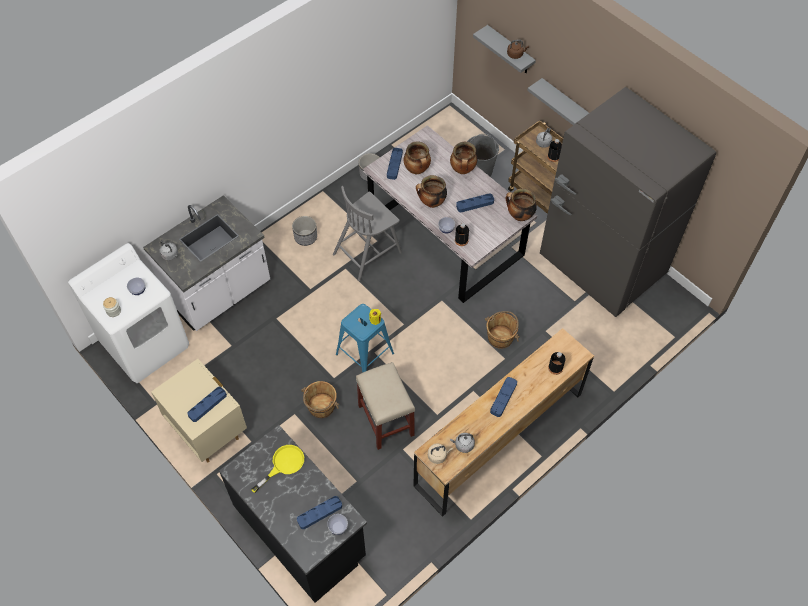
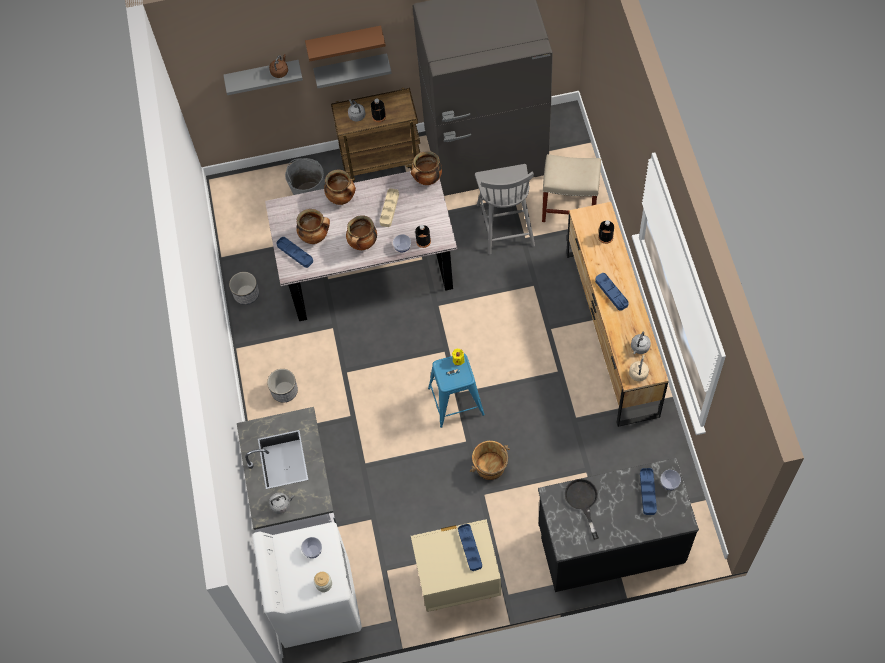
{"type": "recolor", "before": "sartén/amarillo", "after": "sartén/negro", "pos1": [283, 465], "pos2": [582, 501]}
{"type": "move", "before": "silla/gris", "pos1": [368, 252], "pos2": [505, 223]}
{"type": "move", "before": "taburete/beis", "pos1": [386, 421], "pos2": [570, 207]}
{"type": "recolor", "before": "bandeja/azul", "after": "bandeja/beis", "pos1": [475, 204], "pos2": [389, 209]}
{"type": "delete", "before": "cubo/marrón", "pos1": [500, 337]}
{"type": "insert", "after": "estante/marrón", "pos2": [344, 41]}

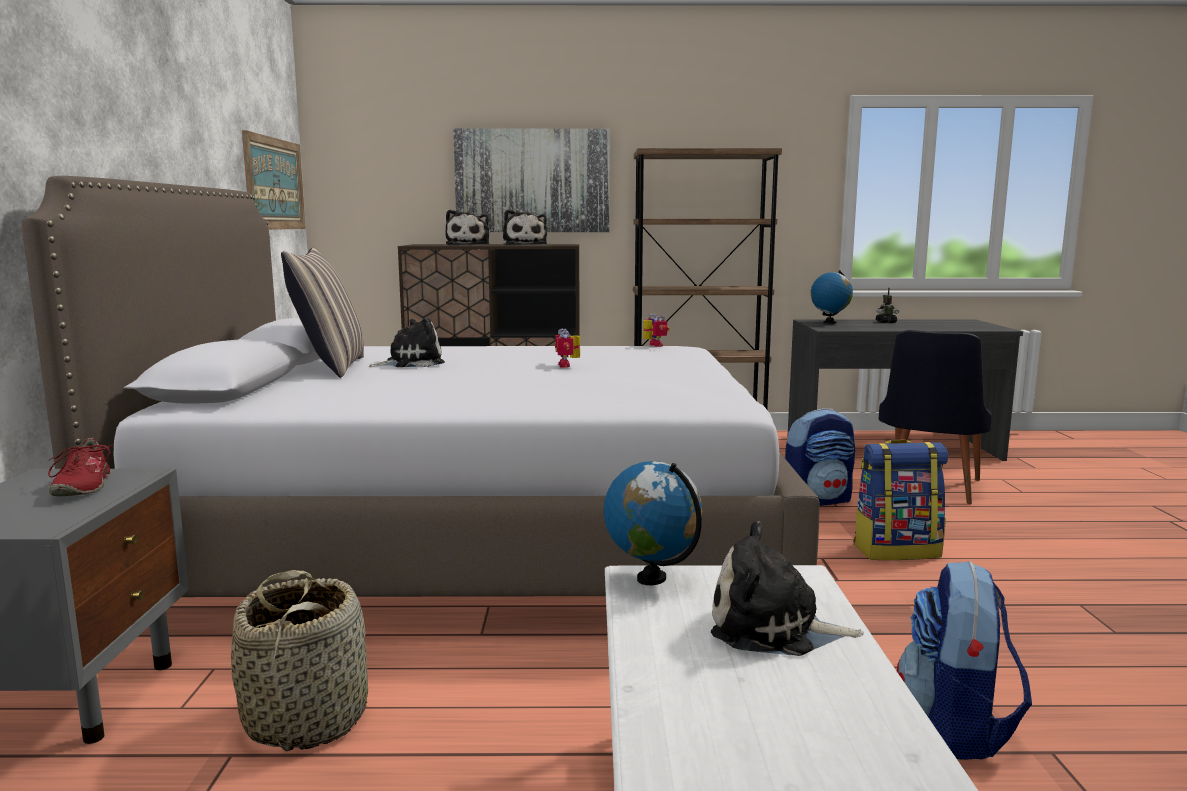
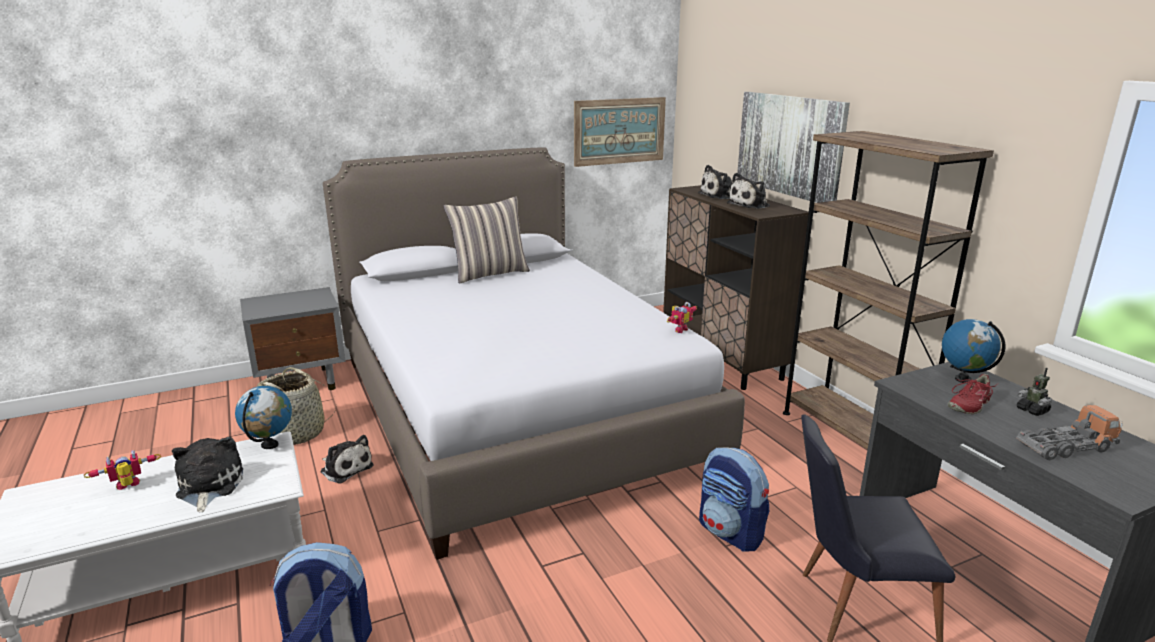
{"type": "move", "before": "zapato/rojo", "pos1": [82, 487], "pos2": [968, 405]}
{"type": "move", "before": "peluche", "pos1": [411, 363], "pos2": [345, 468]}
{"type": "move", "before": "robot de juguete", "pos1": [568, 365], "pos2": [128, 487]}
{"type": "delete", "before": "mochila", "pos1": [896, 550]}
{"type": "insert", "after": "camión de juguete", "pos2": [1065, 447]}

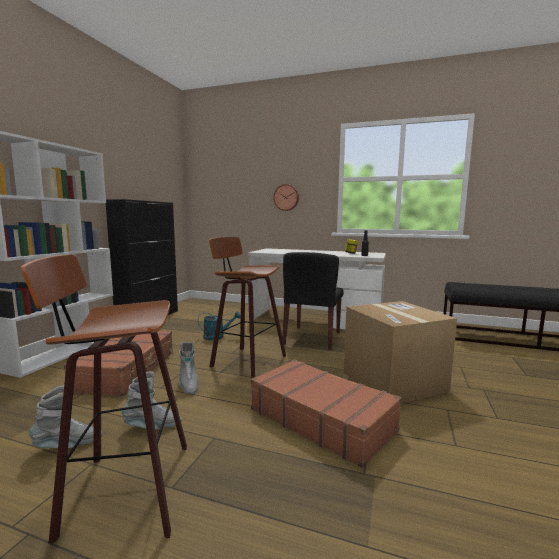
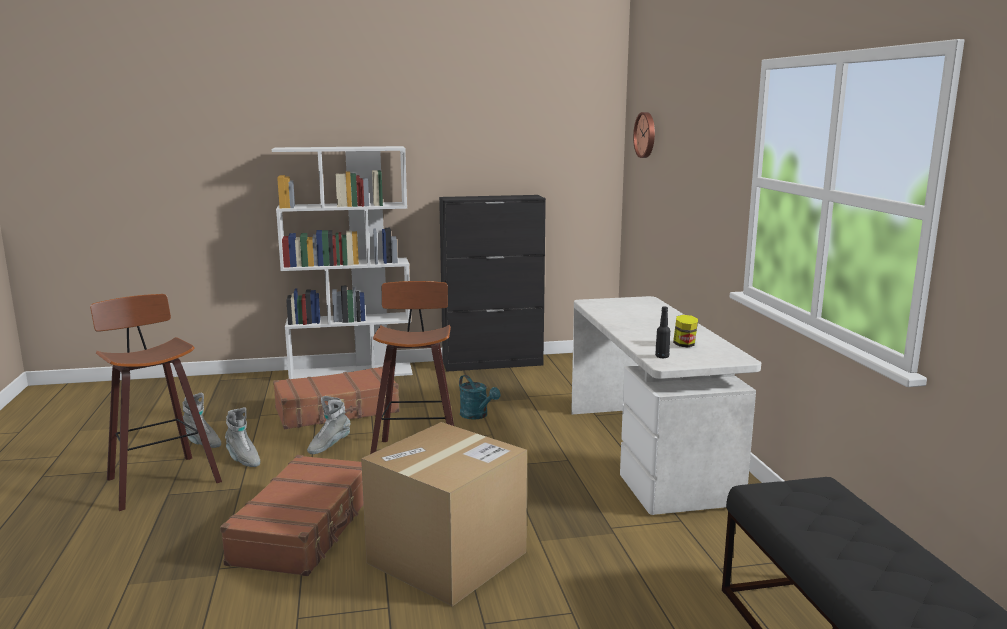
{"type": "move", "before": "reloj de pared", "pos1": [286, 197], "pos2": [646, 135]}
{"type": "delete", "before": "silla/negro", "pos1": [312, 338]}

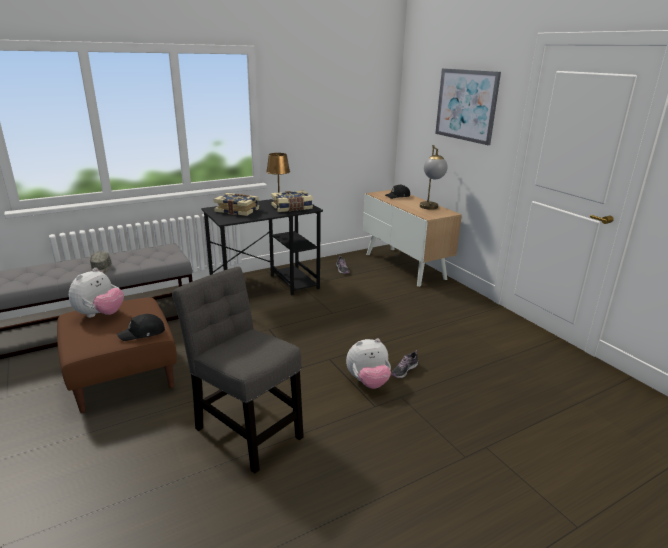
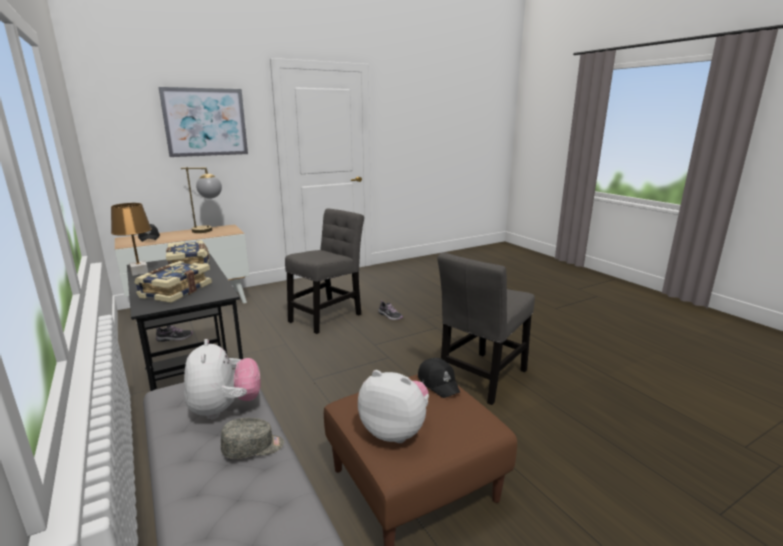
{"type": "move", "before": "peluche", "pos1": [368, 382], "pos2": [225, 409]}
{"type": "insert", "after": "silla/gris", "pos2": [328, 316]}

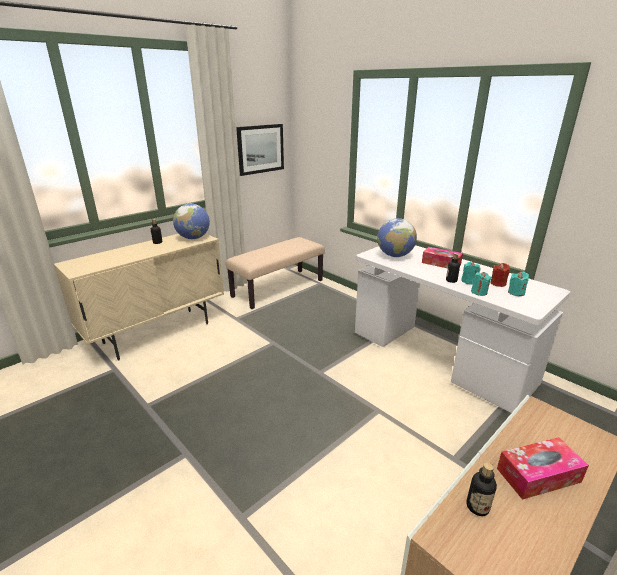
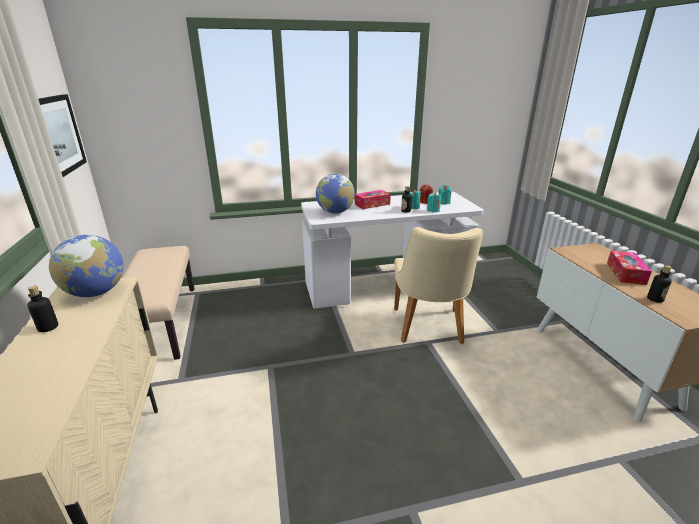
{"type": "insert", "after": "silla/beis", "pos2": [429, 329]}

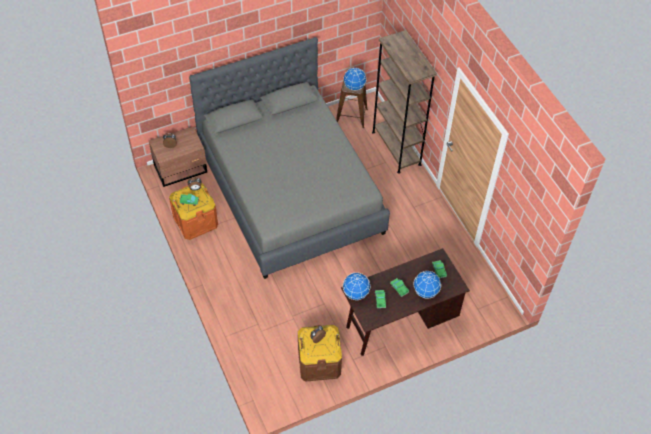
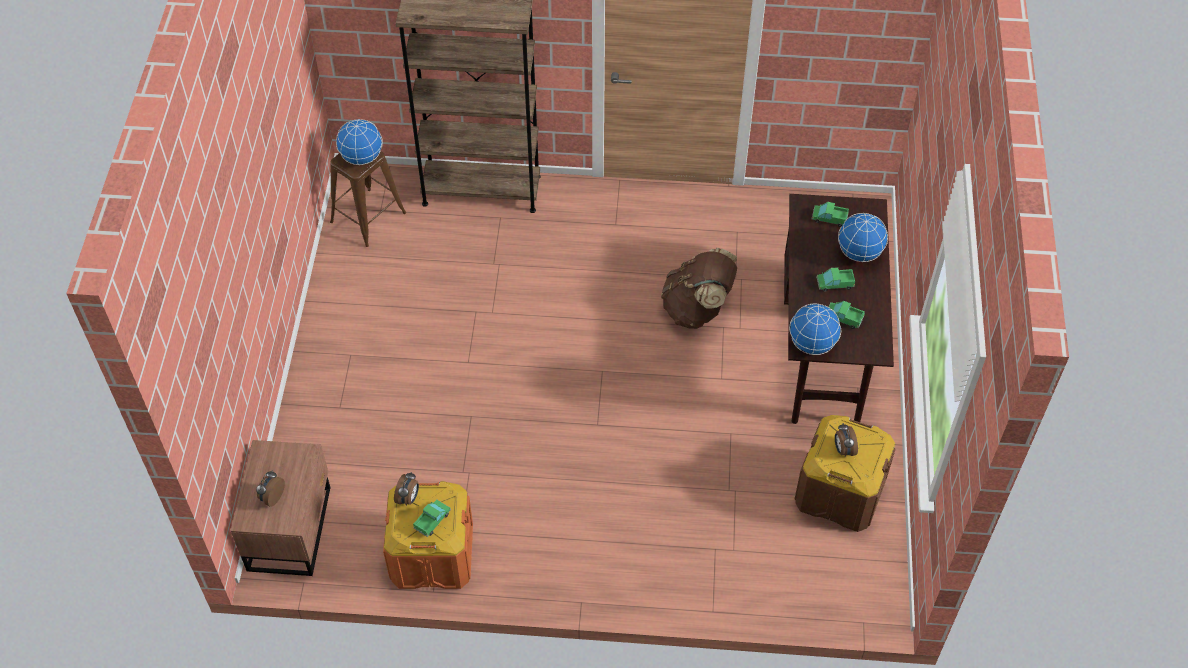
{"type": "delete", "before": "cama/gris", "pos1": [290, 190]}
{"type": "insert", "after": "mochila/marrón", "pos2": [697, 309]}

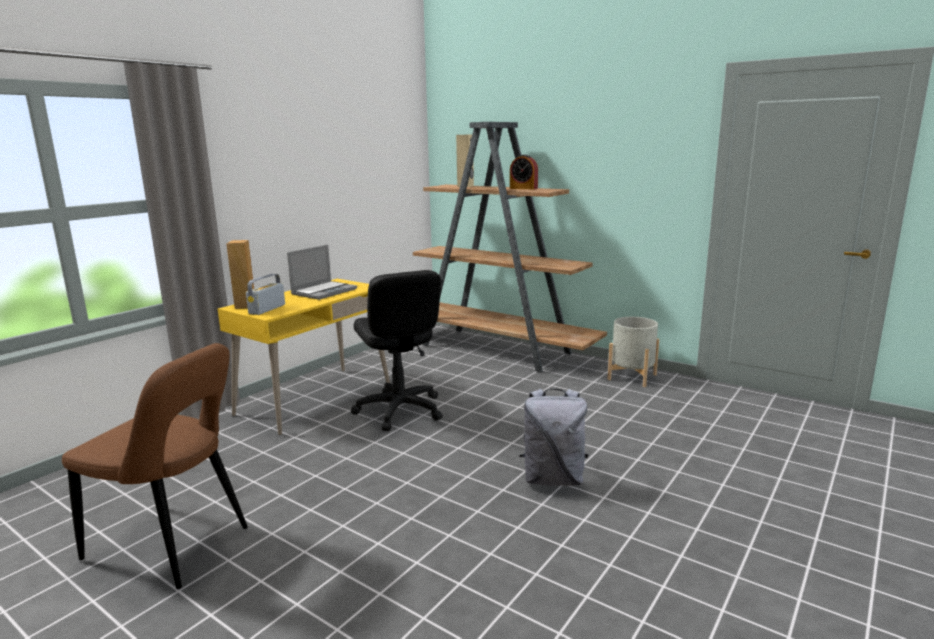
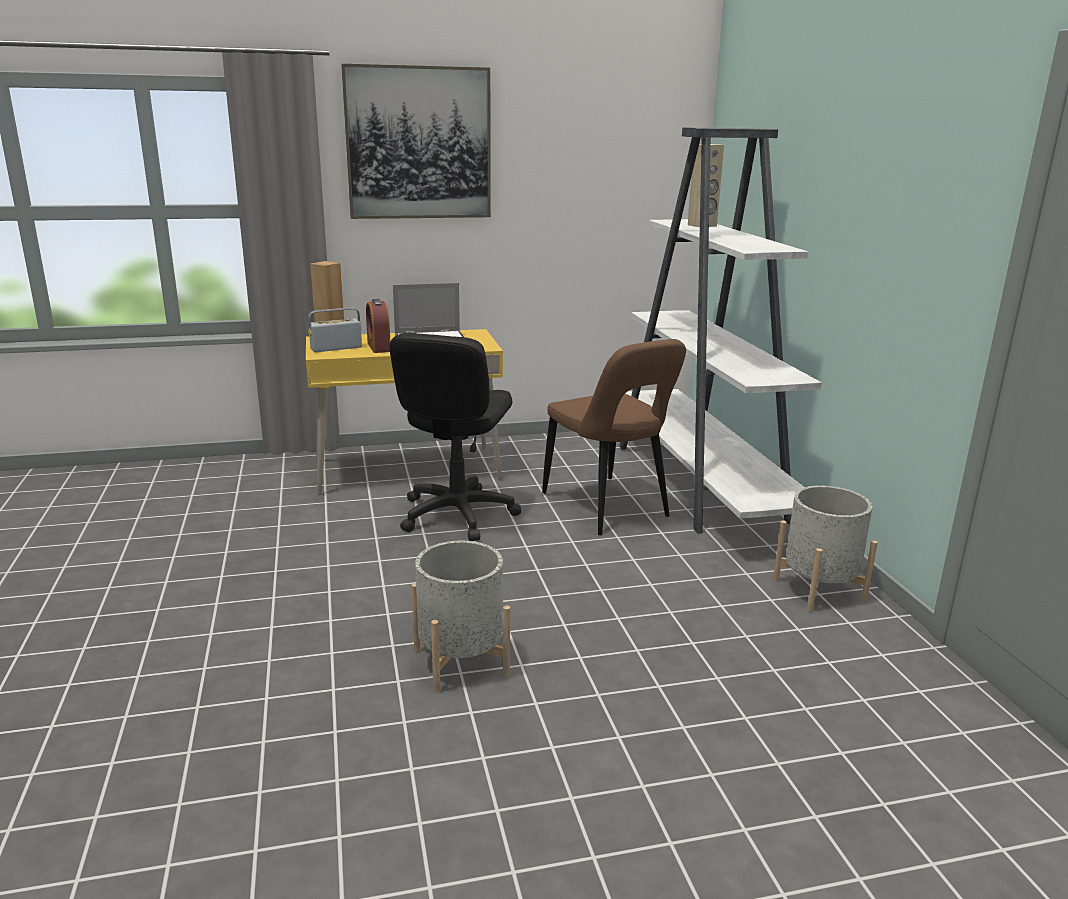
{"type": "move", "before": "silla/marrón", "pos1": [173, 545], "pos2": [608, 508]}
{"type": "recolor", "before": "estantería/marrón", "after": "estantería/blanco", "pos1": [497, 350], "pos2": [700, 483]}
{"type": "move", "before": "despertador", "pos1": [523, 188], "pos2": [379, 347]}
{"type": "replace", "before": "mochila/gris", "after": "maceta/gris", "pos1": [553, 478], "pos2": [461, 662]}
{"type": "insert", "after": "cuadro", "pos2": [418, 143]}

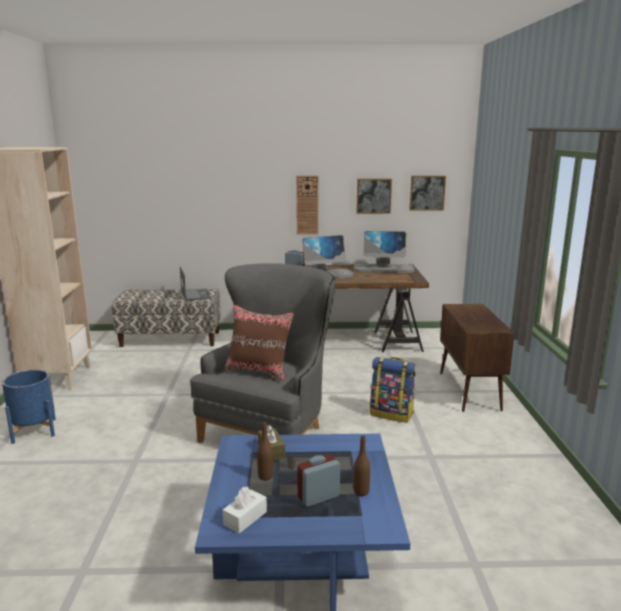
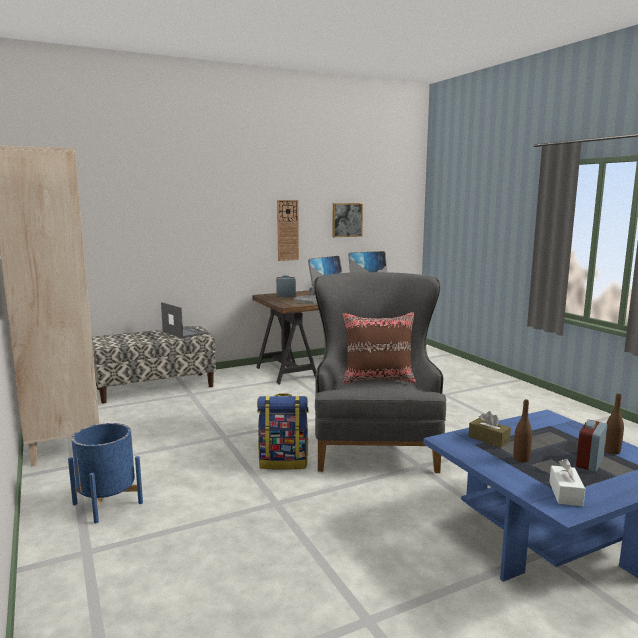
{"type": "move", "before": "mochila", "pos1": [392, 414], "pos2": [284, 462]}
{"type": "delete", "before": "cuadro", "pos1": [427, 193]}
{"type": "delete", "before": "armario/marrón", "pos1": [469, 391]}

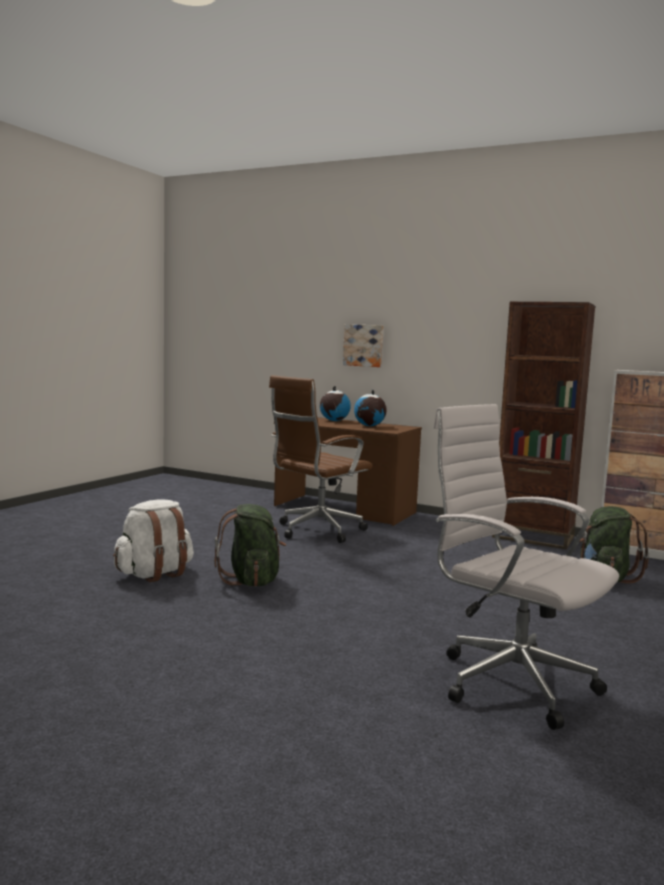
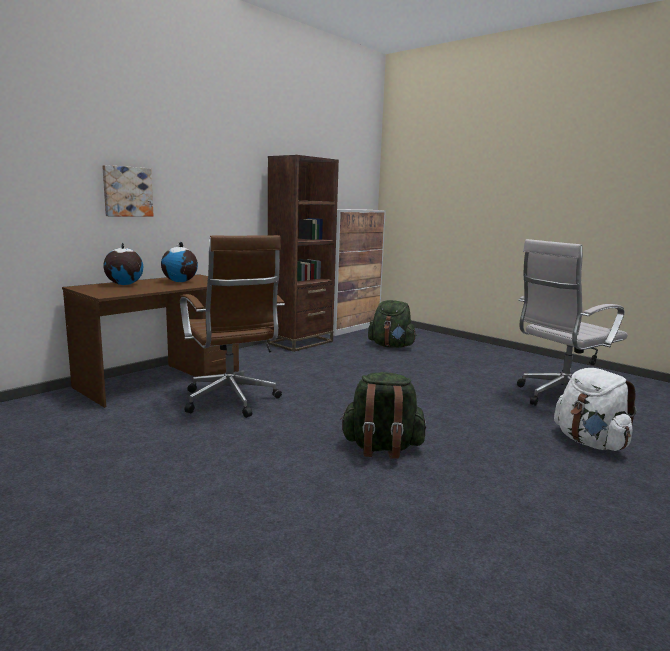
{"type": "move", "before": "mochila/blanco", "pos1": [155, 574], "pos2": [590, 442]}

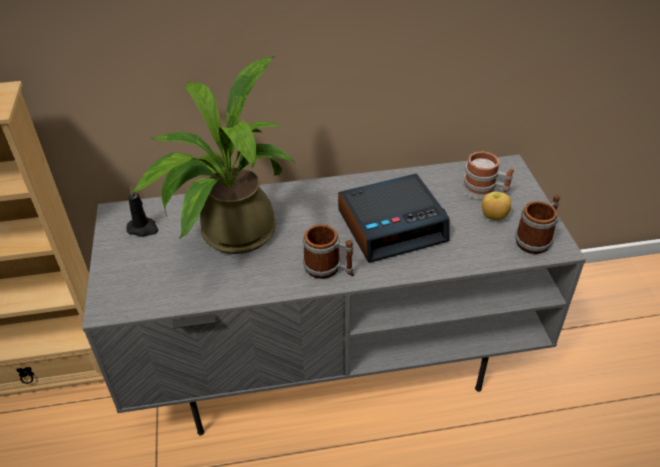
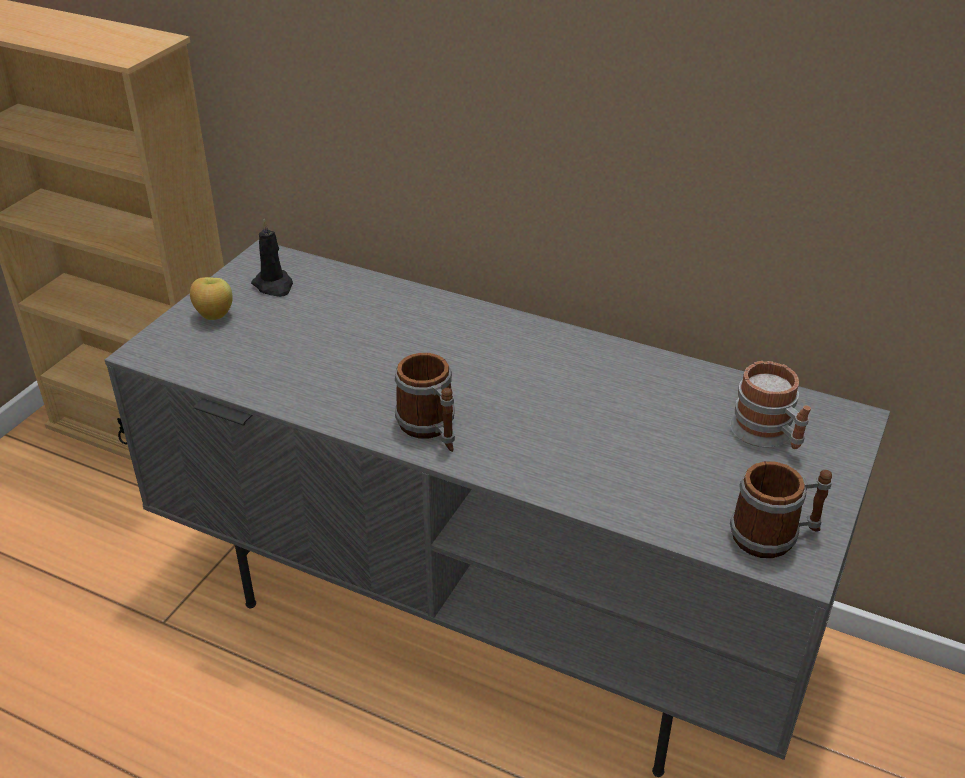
{"type": "delete", "before": "planta en maceta", "pos1": [229, 235]}
{"type": "delete", "before": "despertador", "pos1": [392, 225]}
{"type": "move", "before": "manzana", "pos1": [493, 217], "pos2": [214, 316]}

